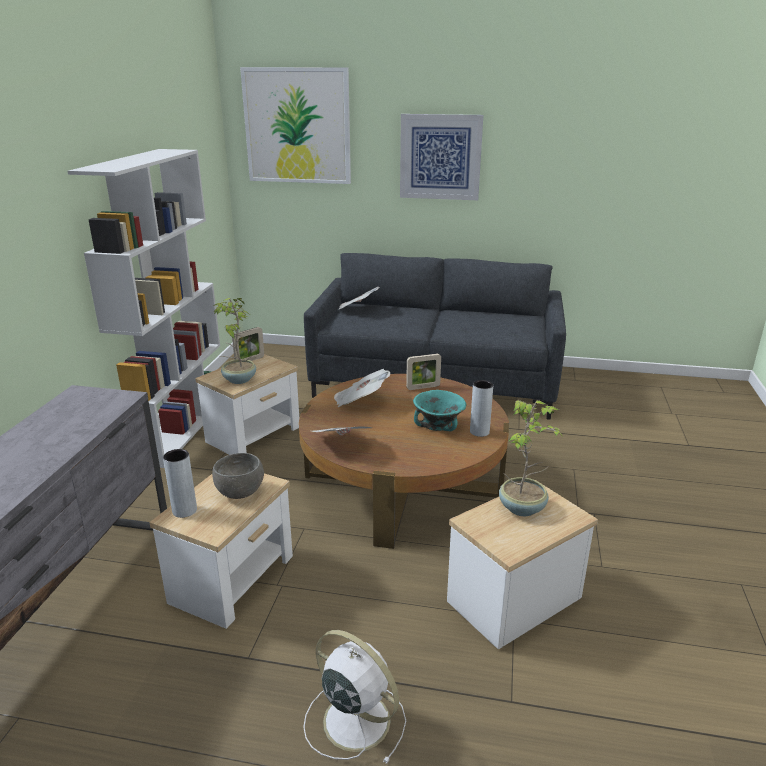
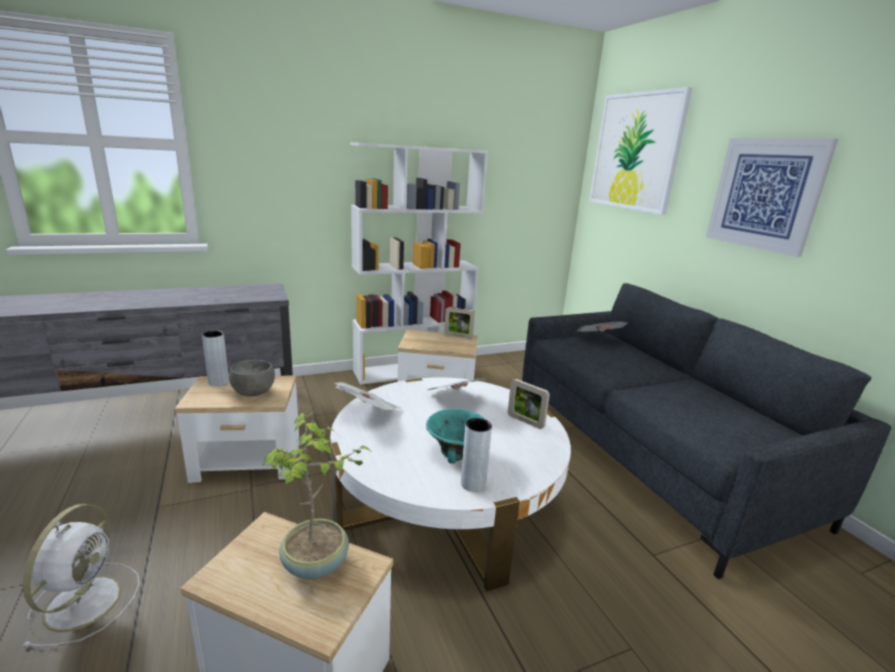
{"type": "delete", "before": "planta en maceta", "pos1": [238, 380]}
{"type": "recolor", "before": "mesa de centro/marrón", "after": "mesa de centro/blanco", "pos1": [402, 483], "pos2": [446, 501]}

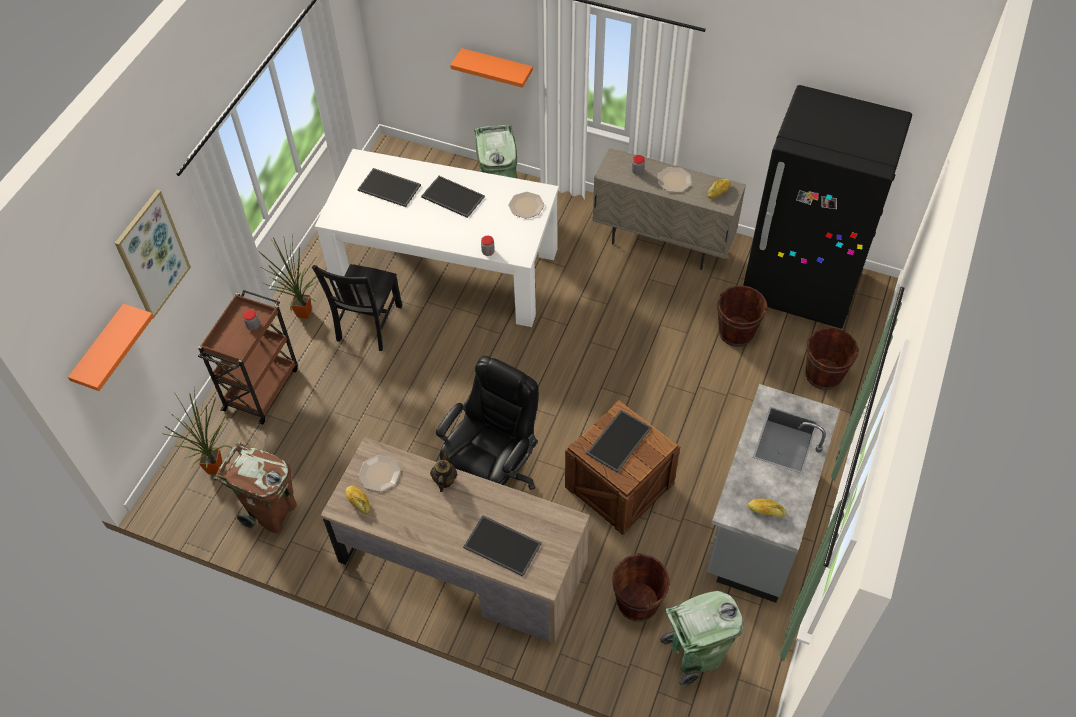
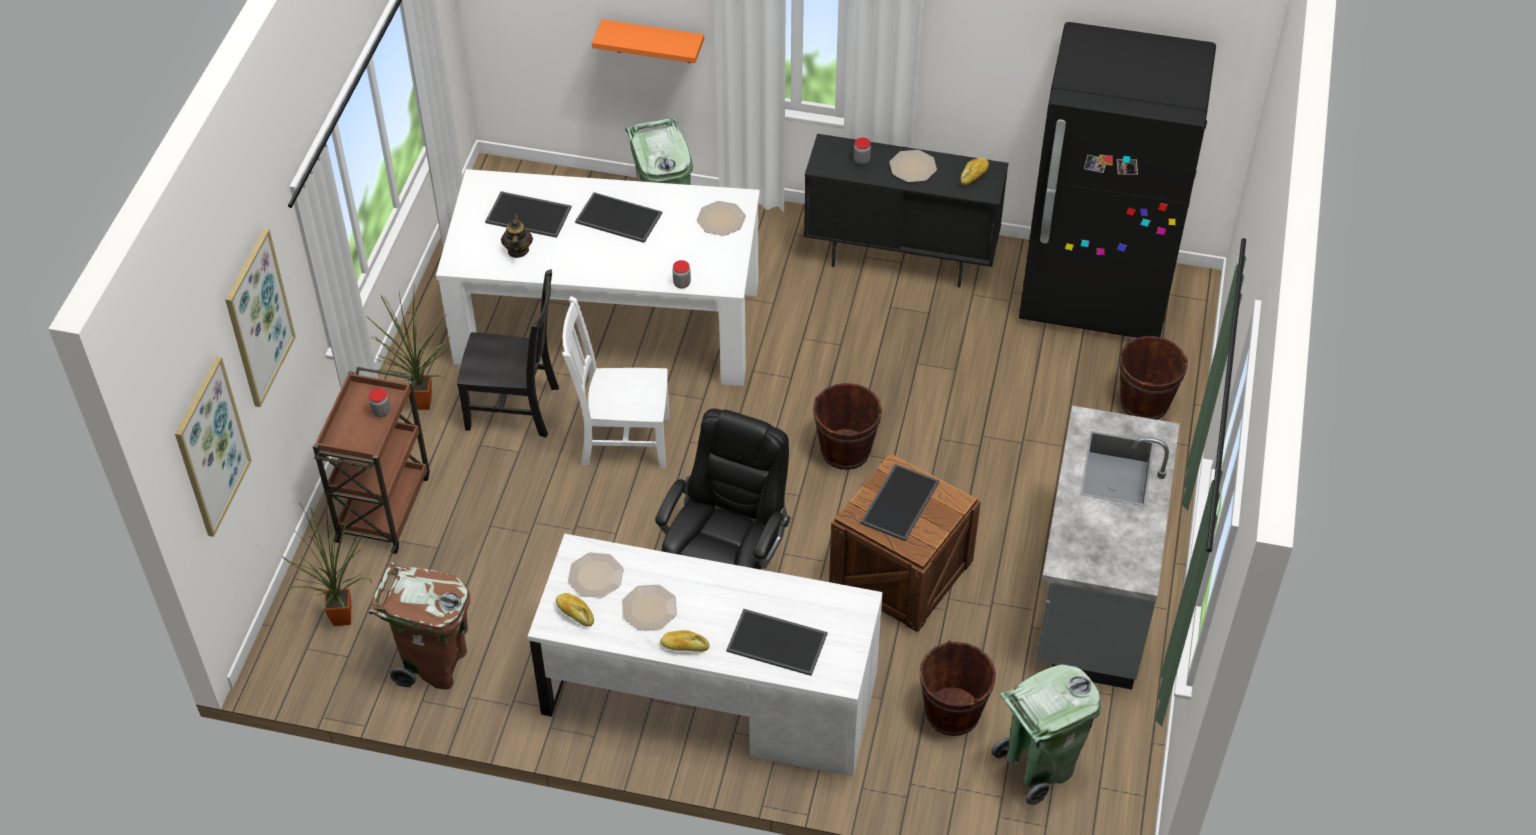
{"type": "replace", "before": "estante/naranja", "after": "cuadro", "pos1": [101, 349], "pos2": [211, 447]}
{"type": "rotate", "before": "silla/negro", "pos1": [368, 325], "pos2": [516, 408], "turn": -90}
{"type": "recolor", "before": "escritorio/marrón", "after": "escritorio/blanco", "pos1": [462, 563], "pos2": [710, 694]}
{"type": "move", "before": "tetera", "pos1": [444, 480], "pos2": [518, 251]}
{"type": "recolor", "before": "armario/beis", "after": "armario/negro", "pos1": [662, 243], "pos2": [901, 258]}
{"type": "move", "before": "cubo/marrón", "pos1": [736, 332], "pos2": [845, 450]}
{"type": "move", "before": "pan", "pos1": [765, 510], "pos2": [684, 646]}
{"type": "insert", "after": "silla/blanco", "pos2": [622, 439]}
{"type": "insert", "after": "plato", "pos2": [649, 608]}

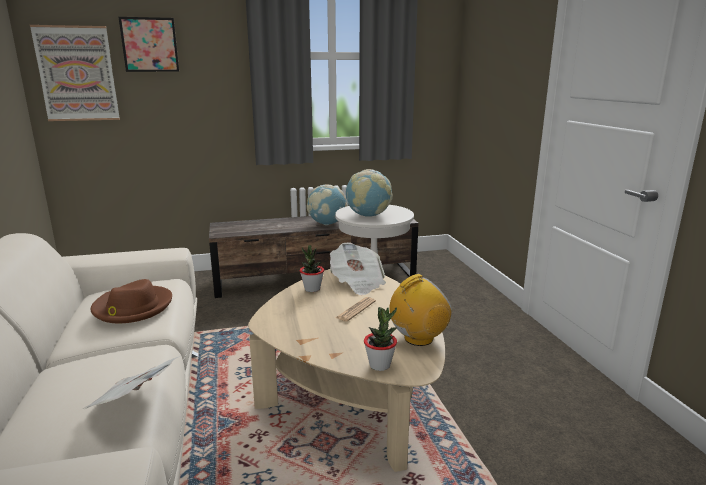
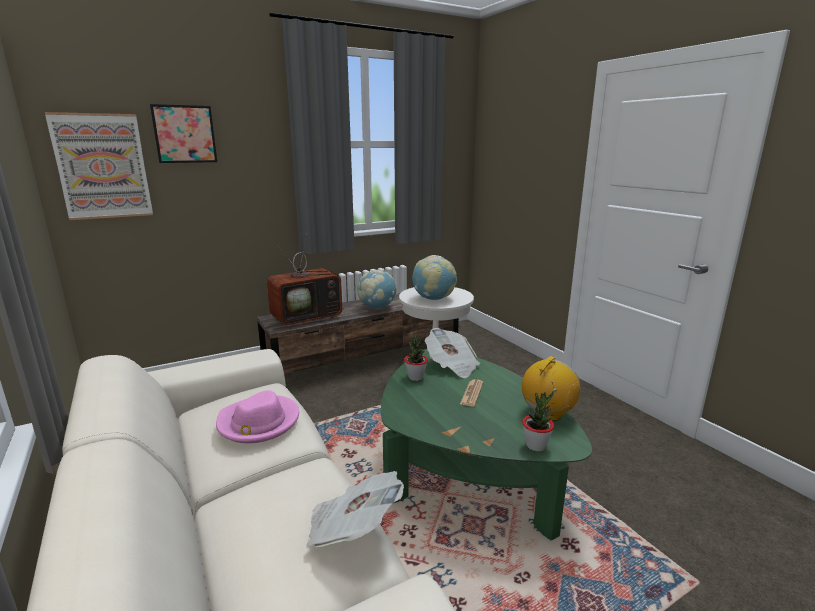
{"type": "recolor", "before": "sombrero/marrón", "after": "sombrero/rosa", "pos1": [132, 307], "pos2": [258, 422]}
{"type": "recolor", "before": "mesa de centro/beis", "after": "mesa de centro/verde", "pos1": [350, 391], "pos2": [466, 470]}
{"type": "insert", "after": "televisor", "pos2": [308, 317]}

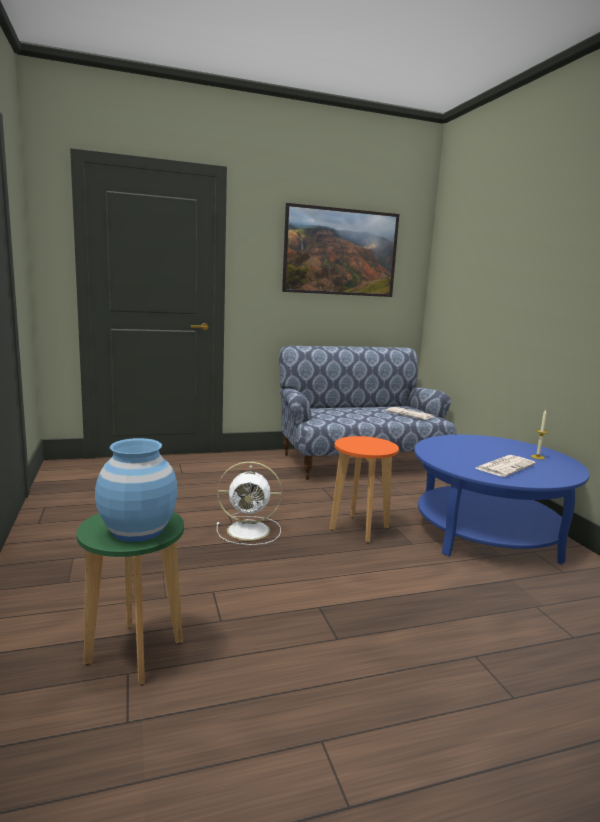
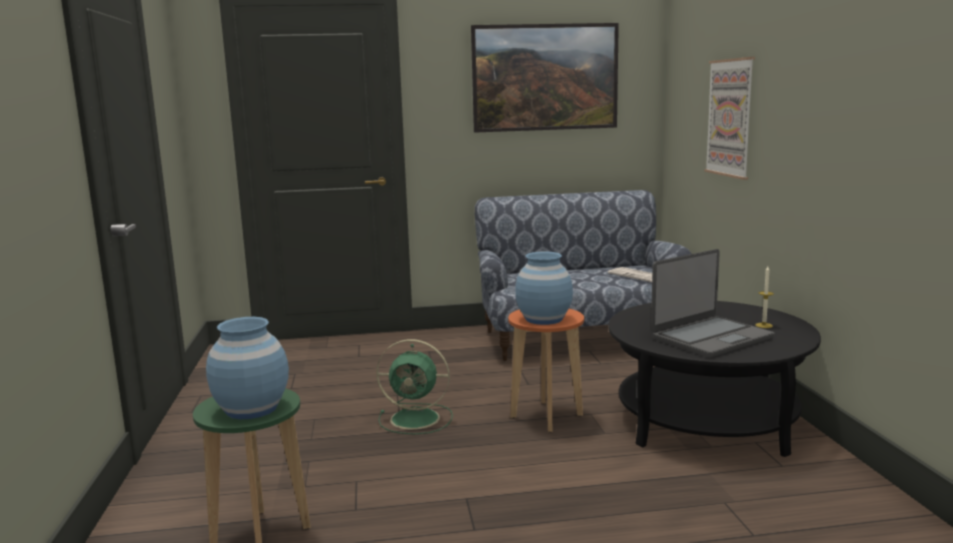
{"type": "recolor", "before": "ventilador/blanco", "after": "ventilador/verde", "pos1": [250, 530], "pos2": [417, 419]}
{"type": "recolor", "before": "mesa de centro/azul", "after": "mesa de centro/negro", "pos1": [486, 532], "pos2": [706, 420]}
{"type": "replace", "before": "periódico", "after": "portátil", "pos1": [505, 466], "pos2": [710, 338]}
{"type": "insert", "after": "florero/azul", "pos2": [543, 319]}
{"type": "insert", "after": "cuadro", "pos2": [730, 118]}

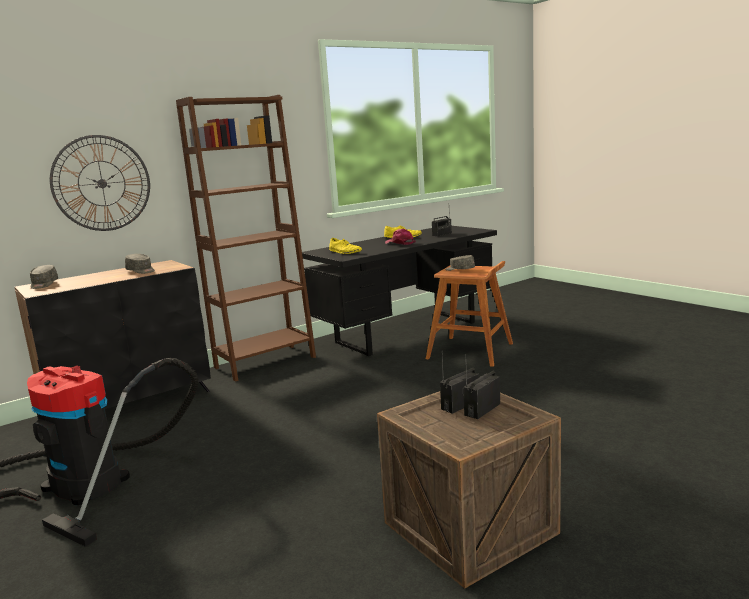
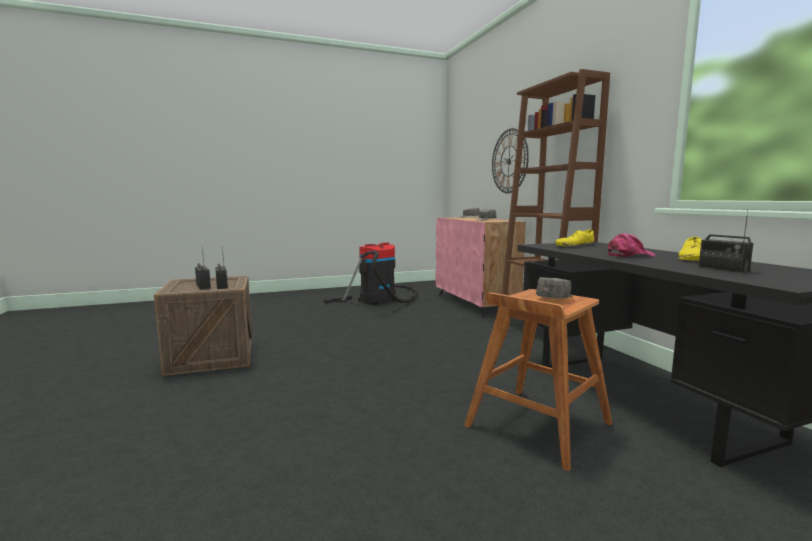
{"type": "recolor", "before": "armario/negro", "after": "armario/rosa", "pos1": [130, 403], "pos2": [475, 303]}

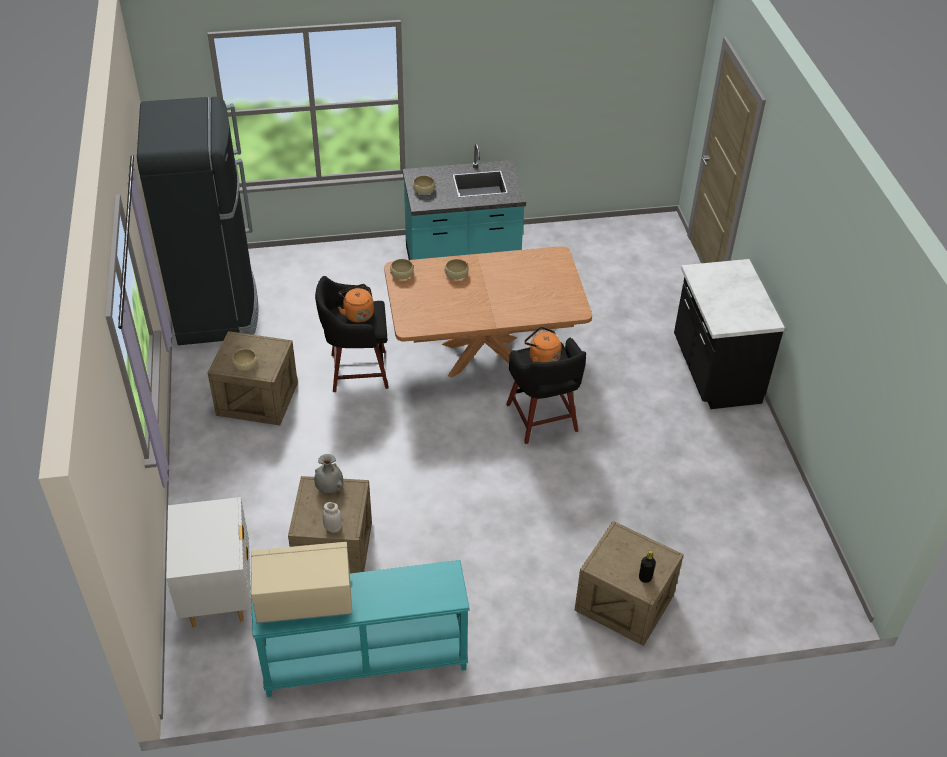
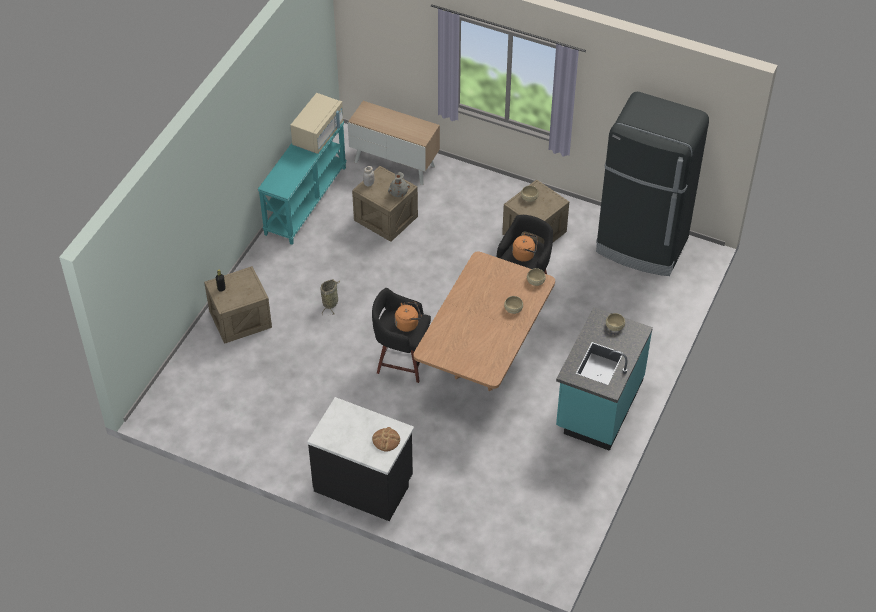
{"type": "replace", "before": "mesita de noche/blanco", "after": "armario", "pos1": [218, 596], "pos2": [395, 163]}
{"type": "insert", "after": "cesta", "pos2": [330, 302]}
{"type": "insert", "after": "pan", "pos2": [386, 440]}

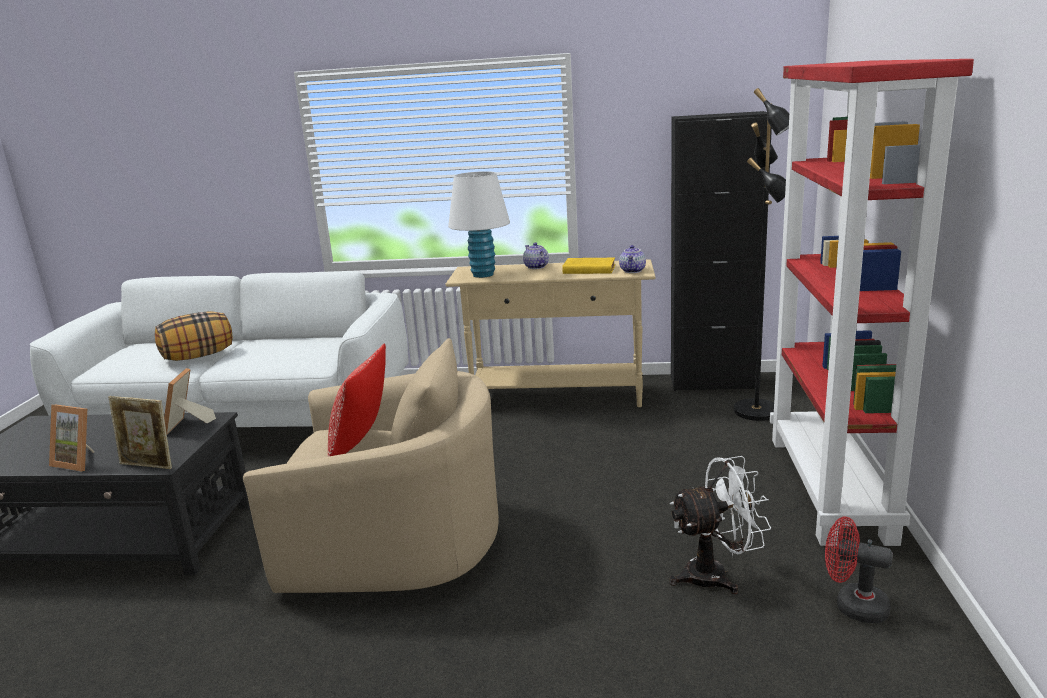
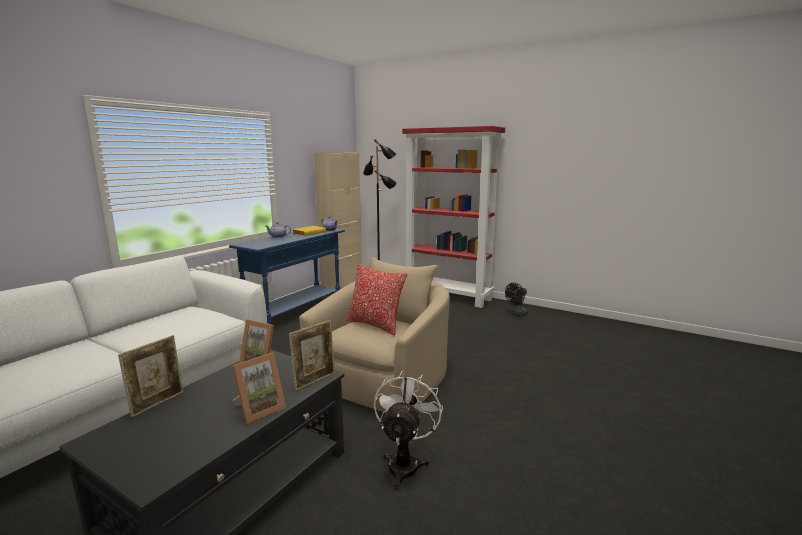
{"type": "delete", "before": "cojín", "pos1": [199, 356]}
{"type": "recolor", "before": "mesa consola/beis", "after": "mesa consola/azul", "pos1": [558, 398], "pos2": [296, 313]}
{"type": "delete", "before": "lámpara de mesa/blanco", "pos1": [483, 275]}
{"type": "move", "before": "ventilador/blanco", "pos1": [716, 575], "pos2": [405, 463]}
{"type": "recolor", "before": "armario/negro", "after": "armario/beis", "pos1": [714, 383], "pos2": [342, 287]}
{"type": "recolor", "before": "ventilador/rojo", "after": "ventilador/negro", "pos1": [853, 606], "pos2": [516, 314]}
{"type": "insert", "after": "portarretratos", "pos2": [157, 403]}

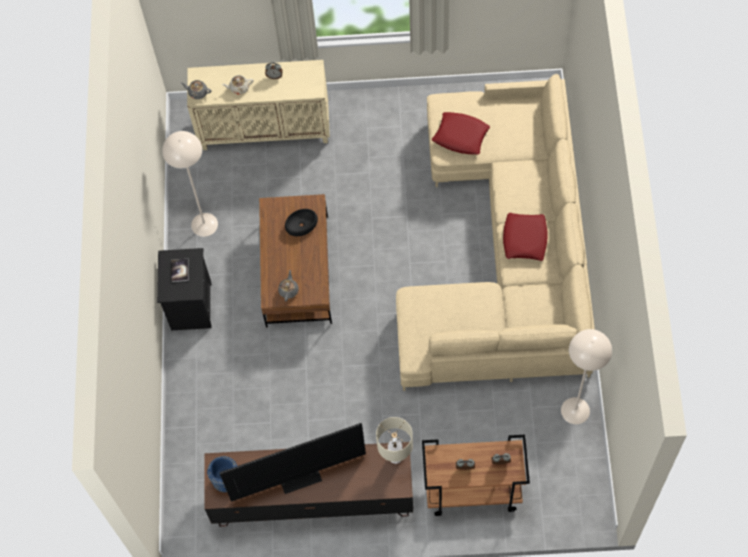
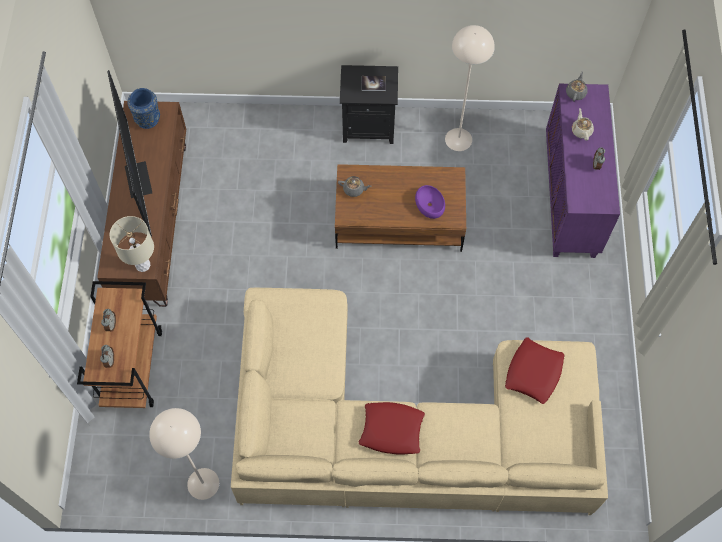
{"type": "recolor", "before": "armario/beis", "after": "armario/morado", "pos1": [265, 129], "pos2": [571, 198]}
{"type": "recolor", "before": "cuenco/negro", "after": "cuenco/morado", "pos1": [301, 225], "pos2": [429, 204]}

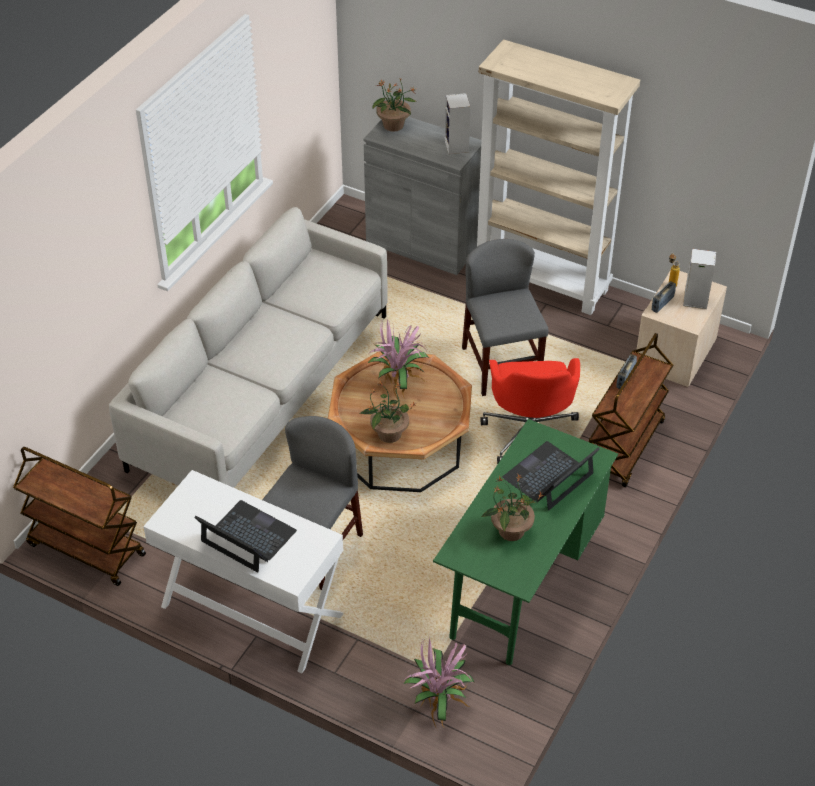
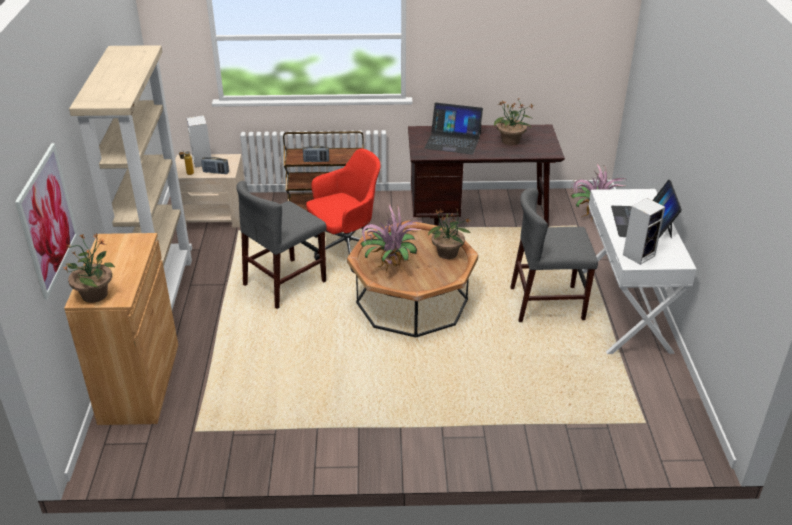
{"type": "delete", "before": "carrito/marrón", "pos1": [85, 549]}
{"type": "delete", "before": "sofá/gris", "pos1": [262, 391]}
{"type": "recolor", "before": "armario/gris", "after": "armario/marrón", "pos1": [423, 244], "pos2": [139, 382]}
{"type": "recolor", "before": "escritorio/verde", "after": "escritorio/marrón", "pos1": [522, 583], "pos2": [479, 216]}
{"type": "move", "before": "altavoz", "pos1": [457, 147], "pos2": [639, 254]}
{"type": "insert", "after": "cuadro", "pos2": [47, 220]}

